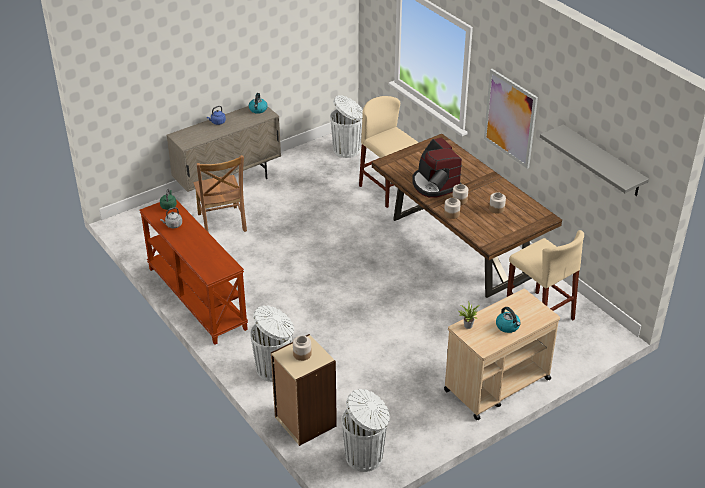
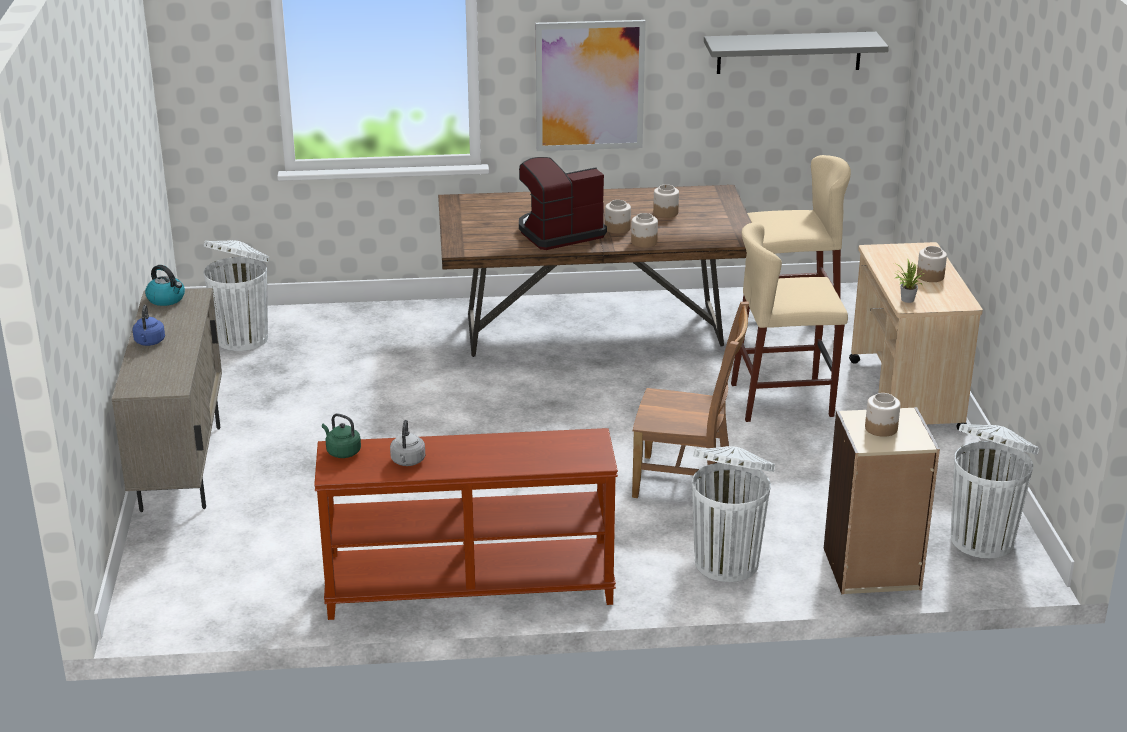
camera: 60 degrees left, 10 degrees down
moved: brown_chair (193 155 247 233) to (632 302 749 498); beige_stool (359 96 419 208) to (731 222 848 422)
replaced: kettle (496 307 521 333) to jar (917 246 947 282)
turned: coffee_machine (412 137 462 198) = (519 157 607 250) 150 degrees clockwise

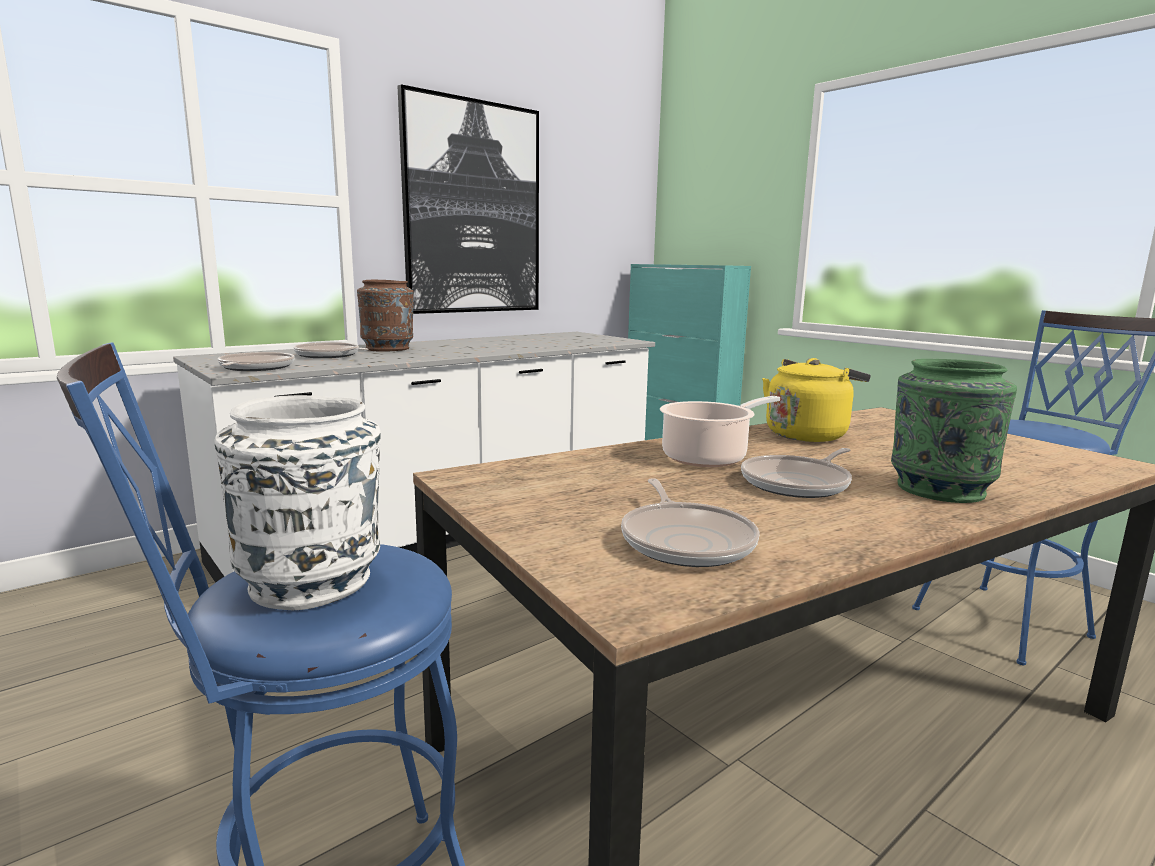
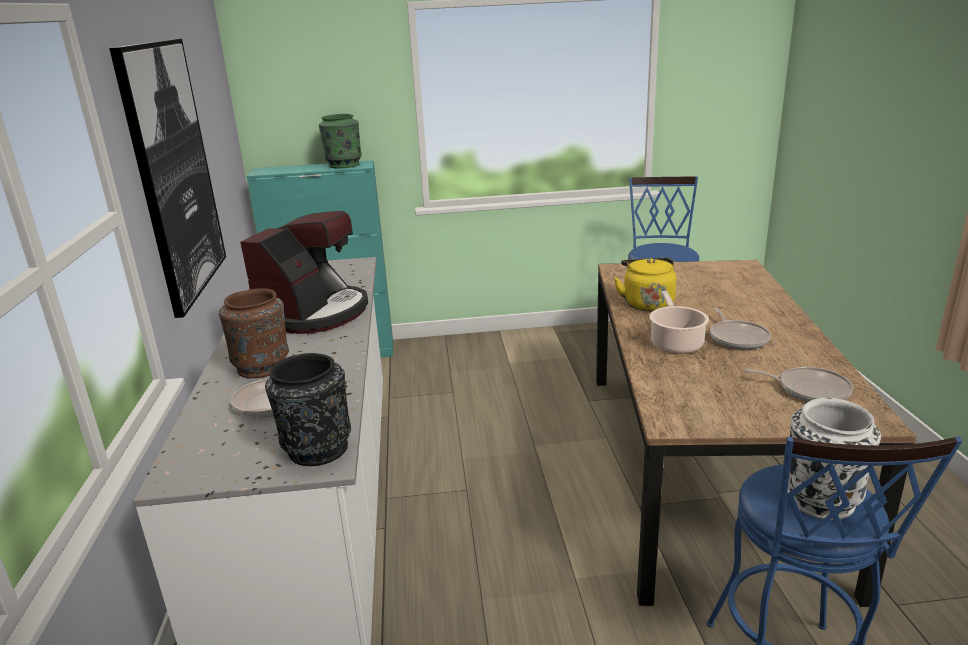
camera: 55 degrees left, 10 degrees up
added: coffee_machine (240 211 368 334)
moved: green_vase (891 359 1017 503) to (319 114 362 169)
replaced: frying_pan (217 352 295 371) to black_vase (265 353 351 466)

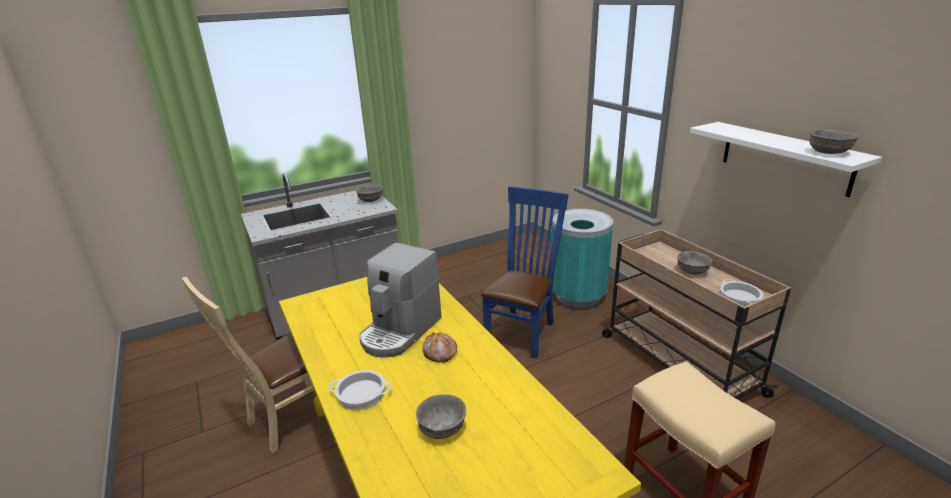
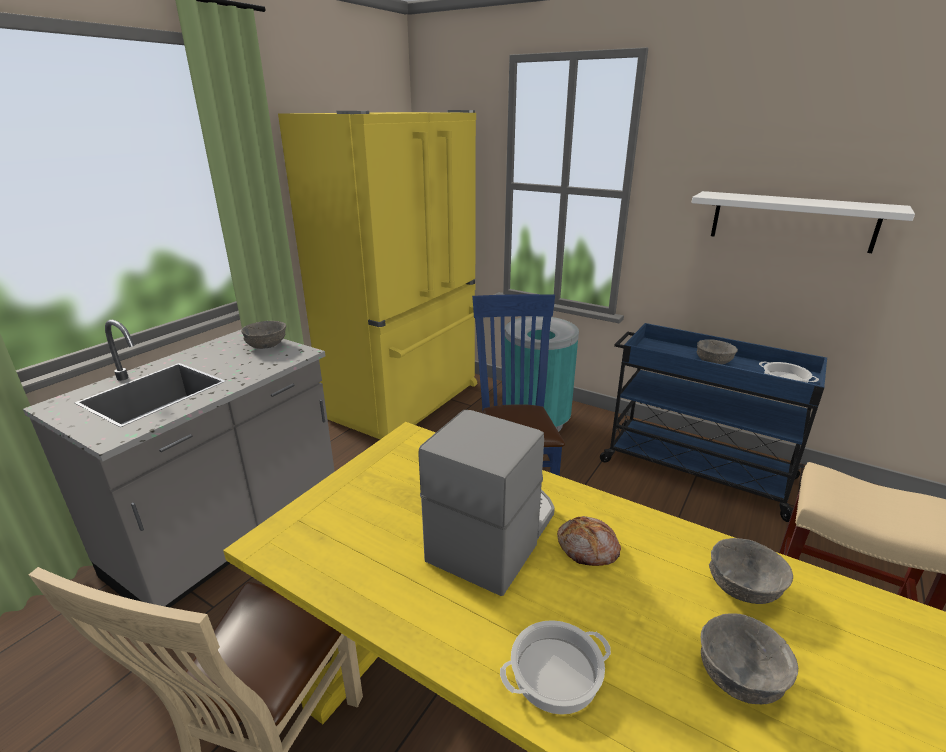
camera: 30 degrees left, 0 degrees up
added: yellow_fridge (278 110 477 439)
moved: grey_bowl (809 129 859 154) to (709 538 793 604)
recoloured: beige_cart (602 229 791 399) to blue_cart (600 323 827 522)
turned: coffee_machine (359 242 442 358) = (418 410 555 596) 150 degrees counterclockwise

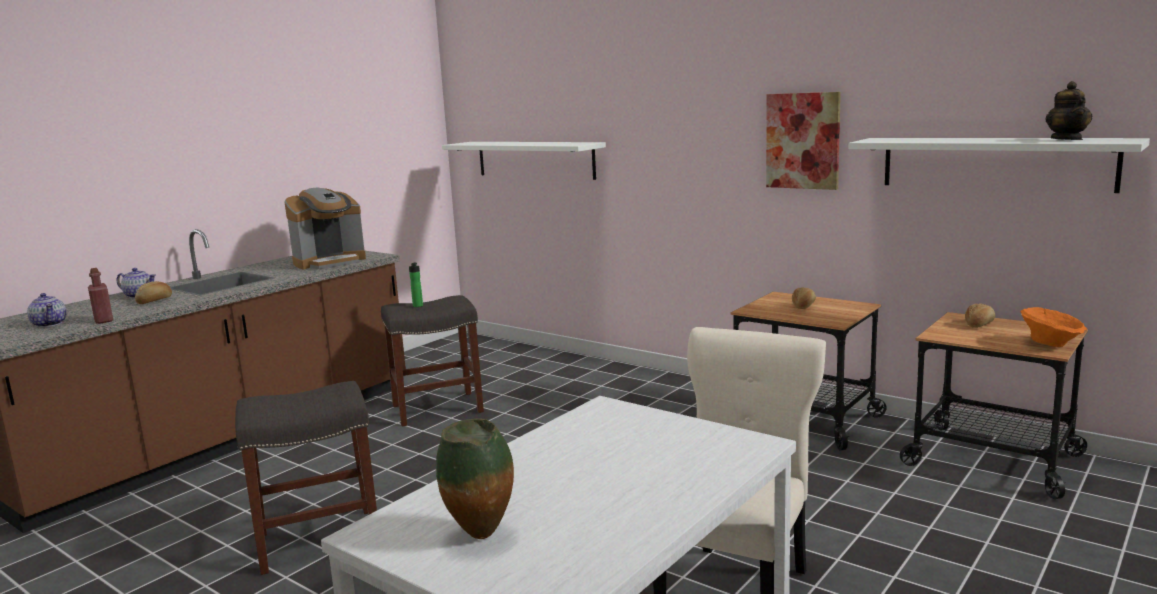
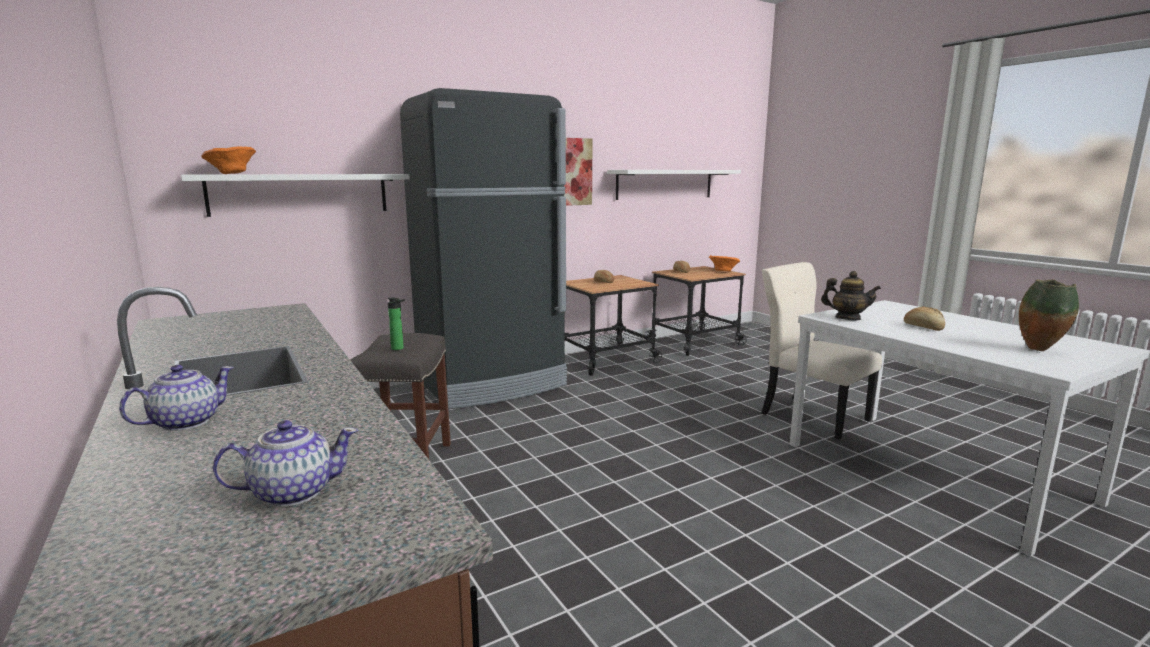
camera: 70 degrees left, 0 degrees up
removed: red_bottle (88 268 113 324); grey_stool (235 381 377 575); coffee_machine (284 188 366 270)
added: orange_bowl (201 147 256 174); black_fridge (400 88 567 409)
moved: teapot (1045 81 1092 140) to (821 271 881 320); bread (135 281 172 304) to (904 306 945 331)

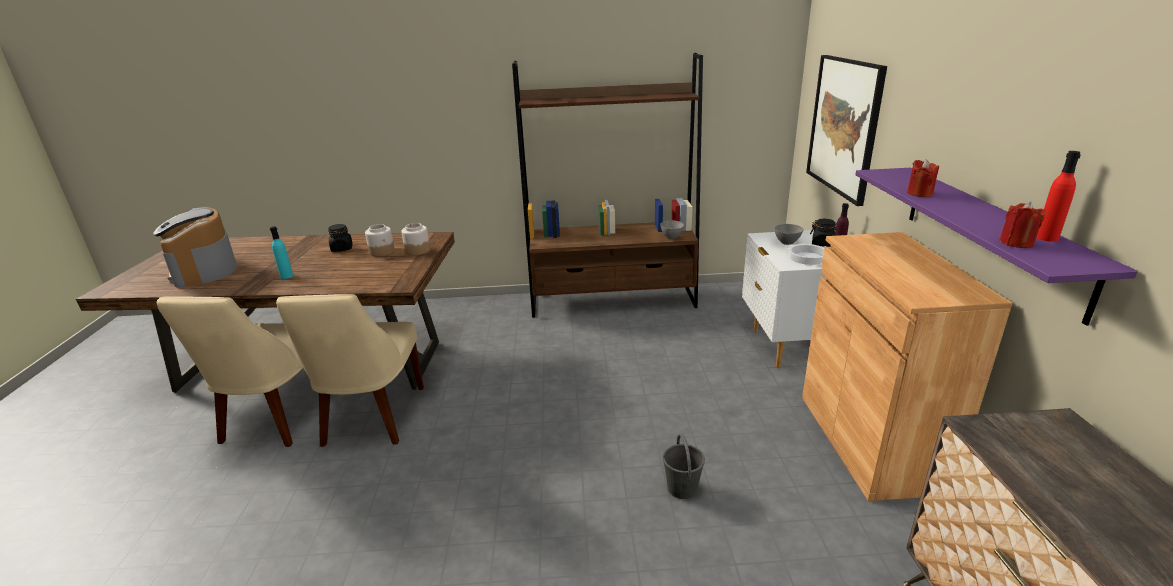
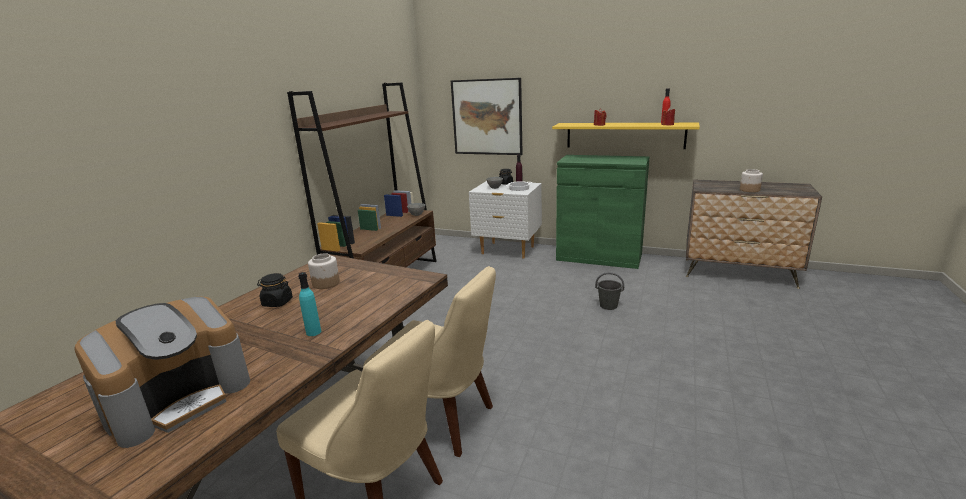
camera: 65 degrees left, 5 degrees down
moved: jar (401 223 430 256) to (740 169 763 192)
recoloured: purple_shelf (855 168 1138 325) to yellow_shelf (552 123 700 149); brown_cabinet (802 232 1012 501) to green_cabinet (556 155 649 269)
turned: coffee_machine (153 207 237 288) = (74 297 250 448) 45 degrees counterclockwise

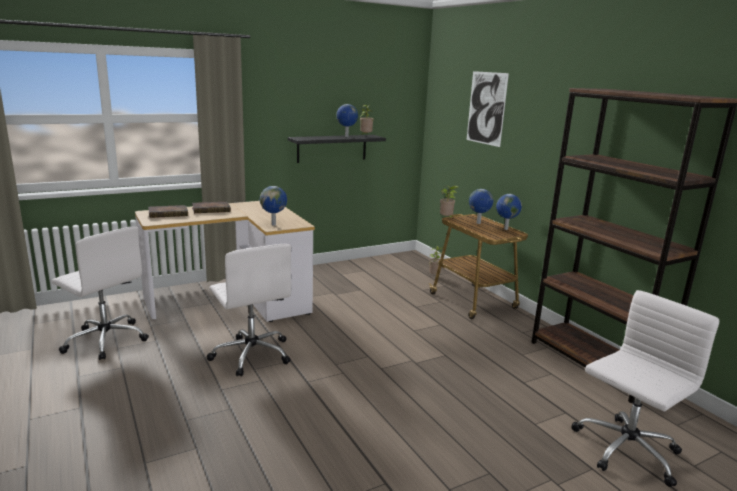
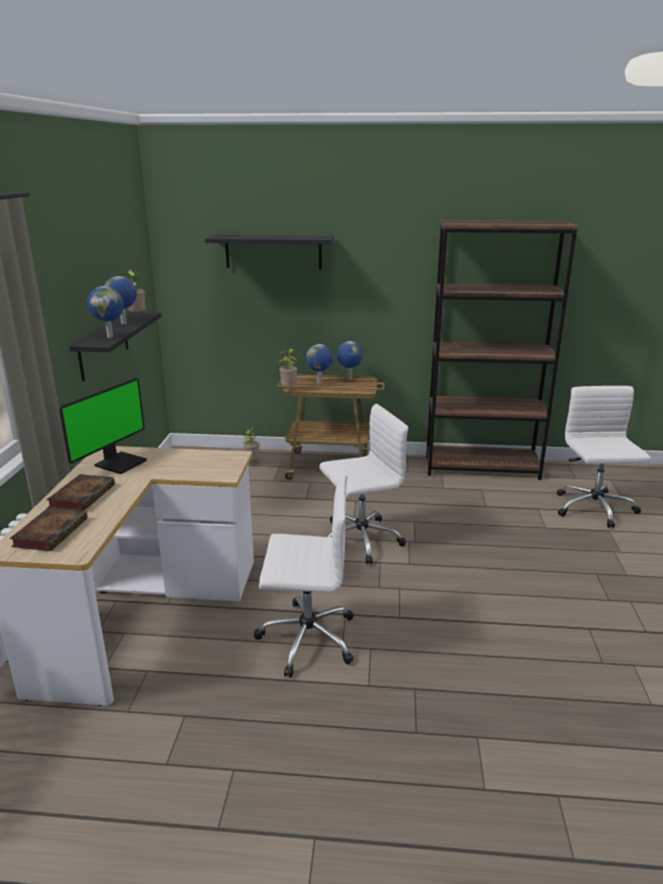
camera: 55 degrees left, 5 degrees up
added: monitor (59 378 147 474)
moved: globe (260 186 287 226) to (87 286 124 338); white_office_chair (52 226 149 360) to (319 404 408 564)
replaced: picture (467 71 509 147) to black_shelf (205 235 334 269)

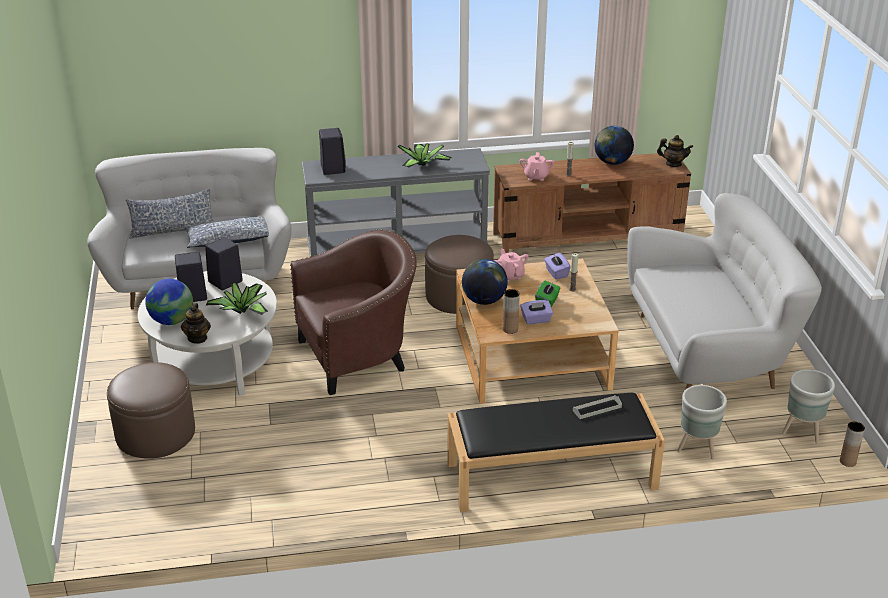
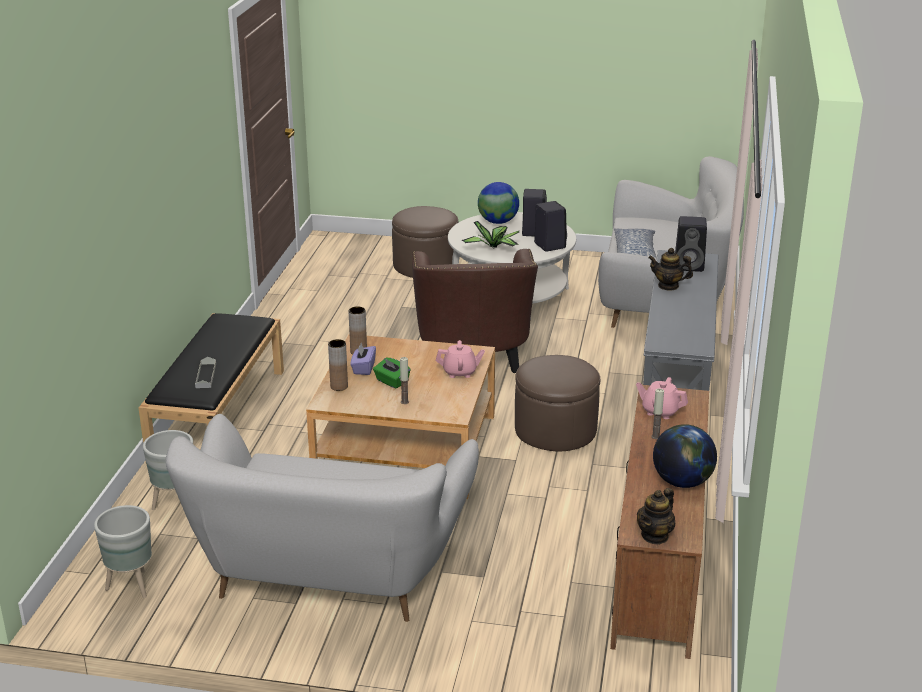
camera: 110 degrees right, 5 degrees down
removed: pillow (126 189 214 239); potted_plant (397 143 452 168); globe (462 259 508 305); purple_tissue_box (544 253 571 279)
moved: brown_vase (840 422 865 467) to (328 339 348 391); teapot (181 303 211 344) to (648 248 693 291)

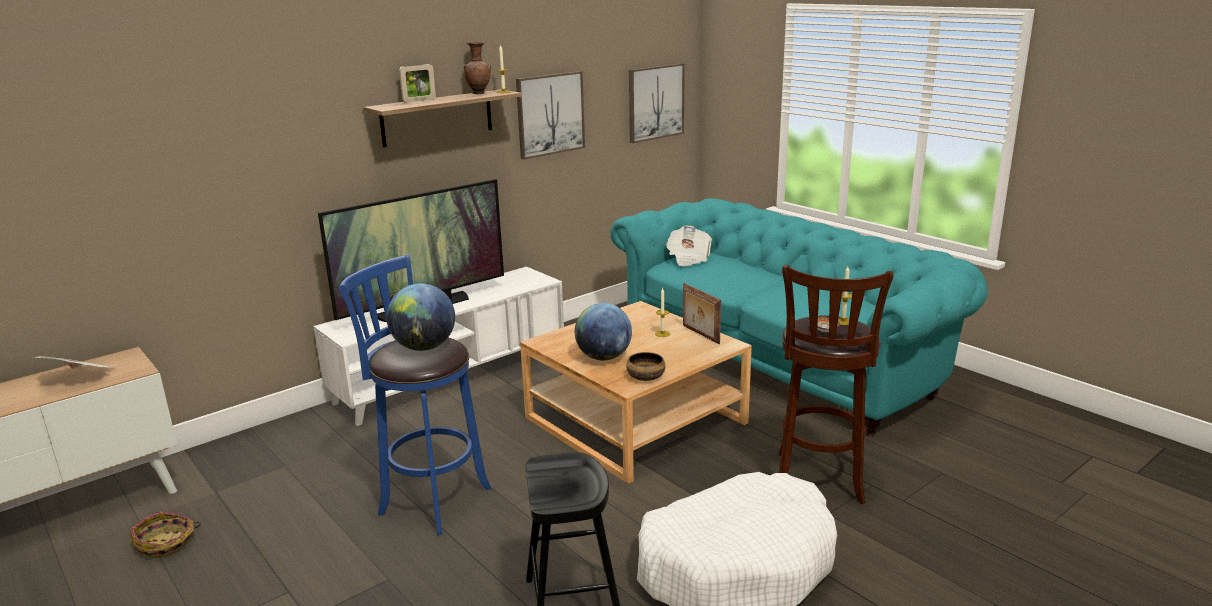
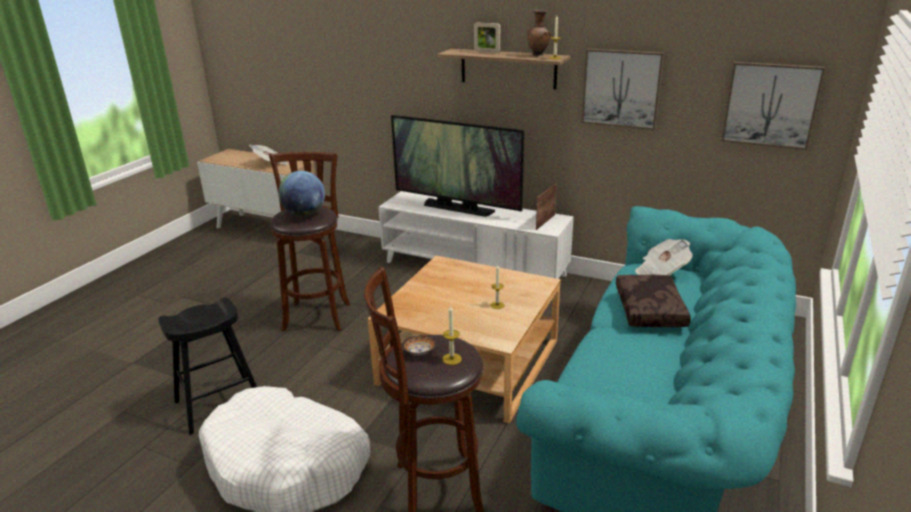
camera: 65 degrees right, 5 degrees up
removed: basket (130 512 201 558); globe (575 303 632 361); bowl (626 352 665 381)
added: brown_pillow (616 275 691 327)
moved: picture_frame (683 283 721 344) to (536 184 556 230)
recoloured: blue_stool (339 254 491 535) to brown_stool (269 152 350 331)

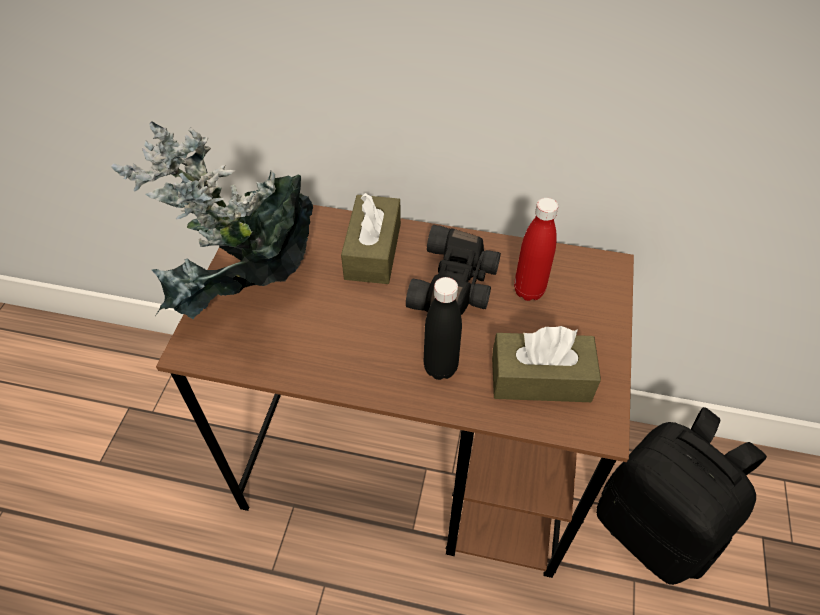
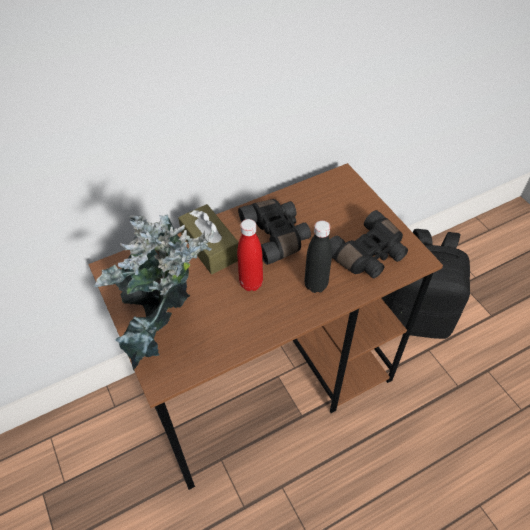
camera: 40 degrees left, 0 degrees up
moved: red_bottle (514 198 558 301) to (237 219 263 291)
replaced: brown_tissue_box (492 326 601 402) to black_binoculars (330 210 408 279)

